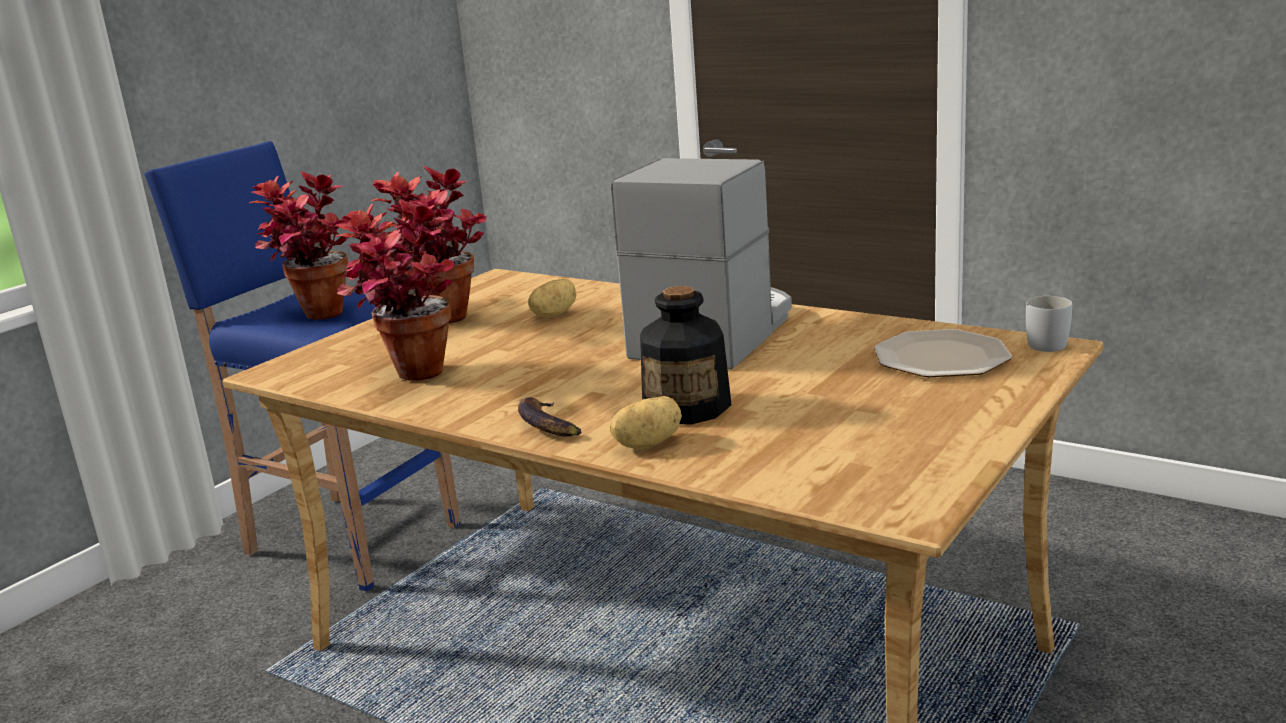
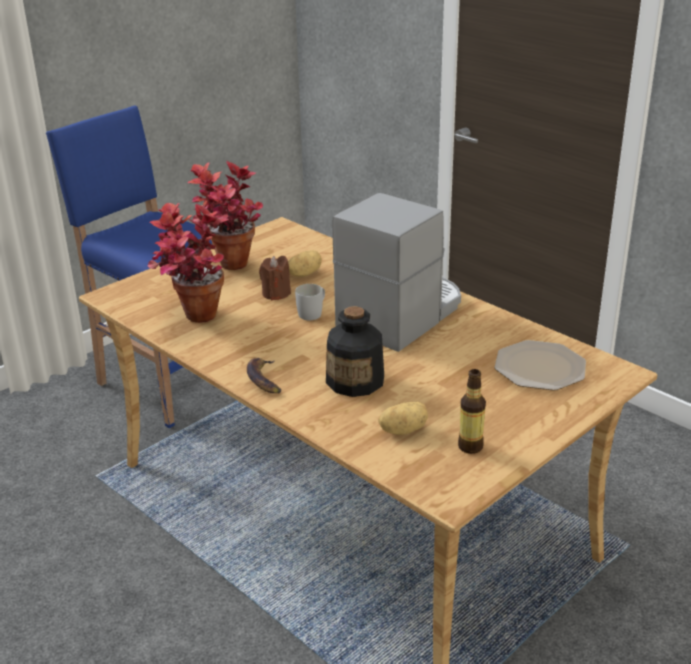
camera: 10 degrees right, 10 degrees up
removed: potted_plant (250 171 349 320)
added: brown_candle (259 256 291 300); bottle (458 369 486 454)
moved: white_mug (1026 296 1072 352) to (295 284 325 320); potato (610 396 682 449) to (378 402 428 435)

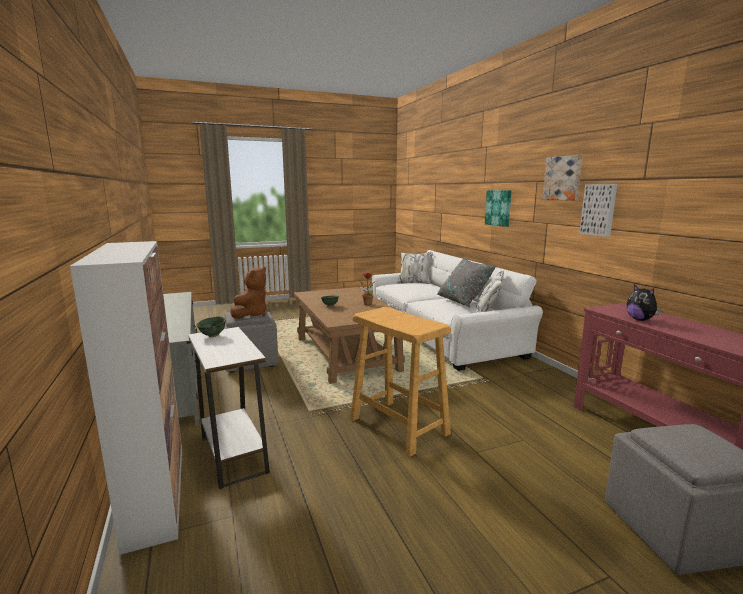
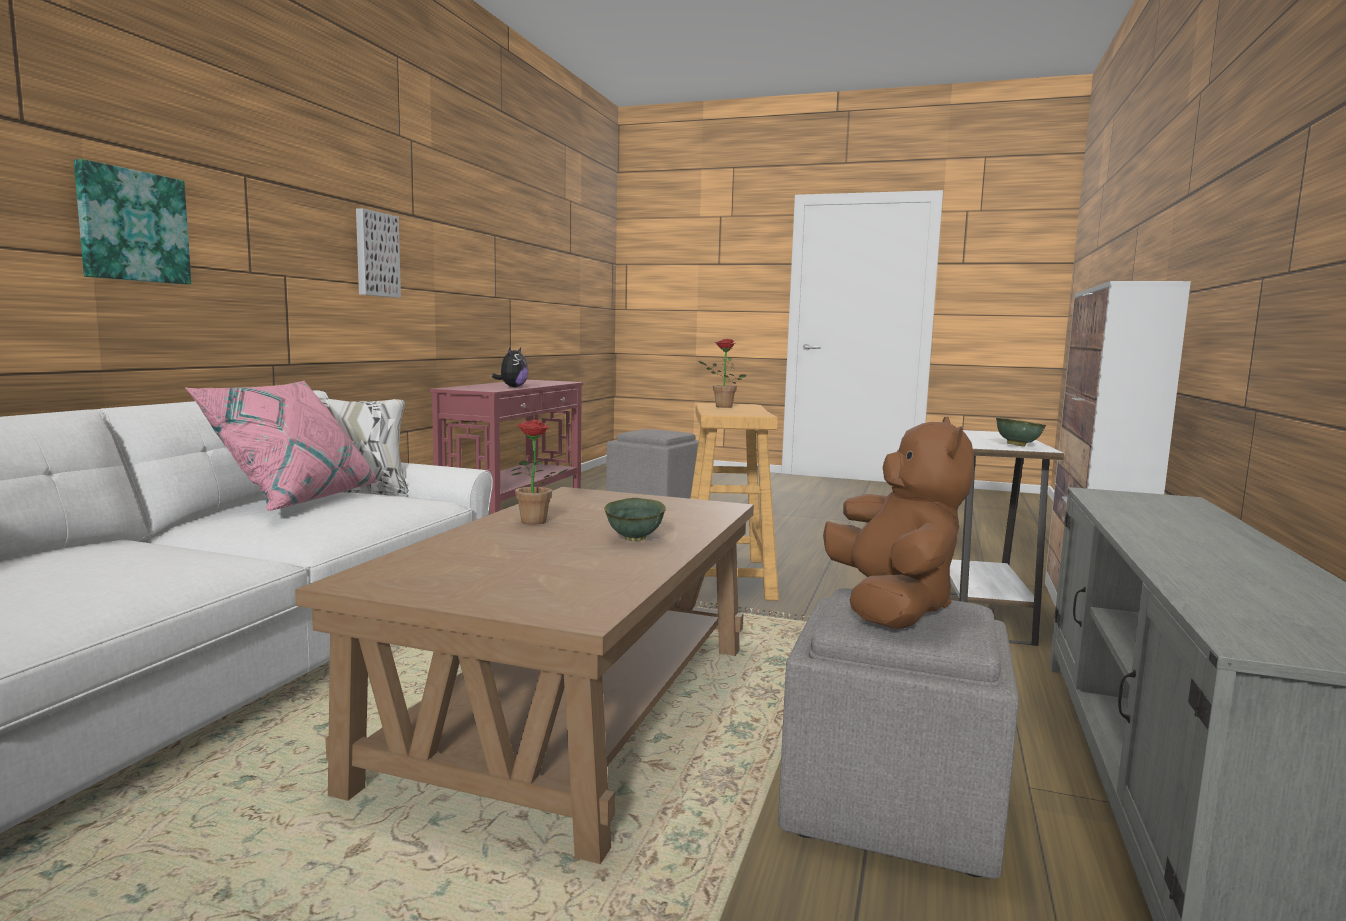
camera: 140 degrees left, 5 degrees down
removed: picture (542 155 583 200)
added: potted_plant (699 339 746 408)
recoloured: grey_pillow (437 258 496 307) to pink_pillow (185 381 377 511)
turned: brown_plush_toy (230 267 266 319) = (823 417 974 629) 120 degrees clockwise

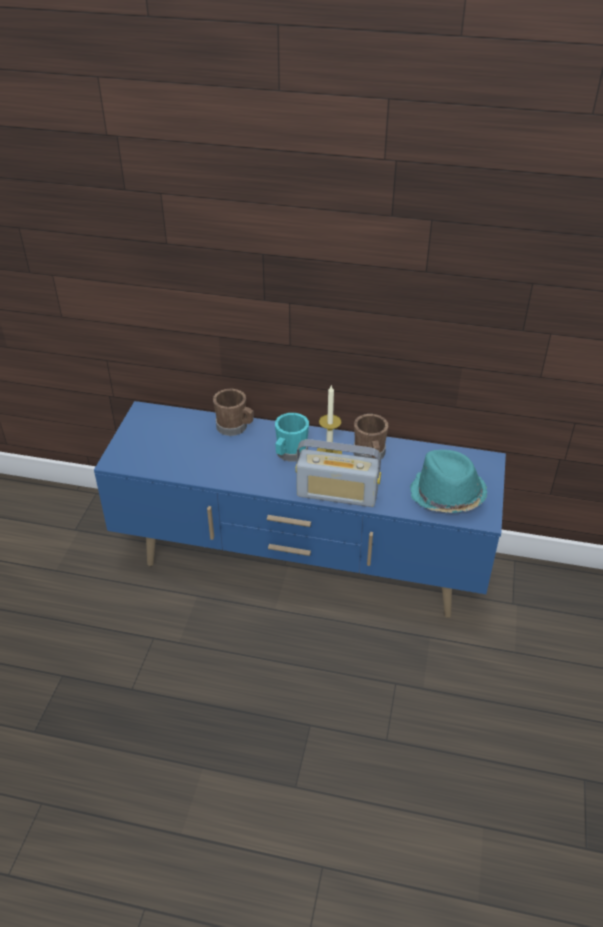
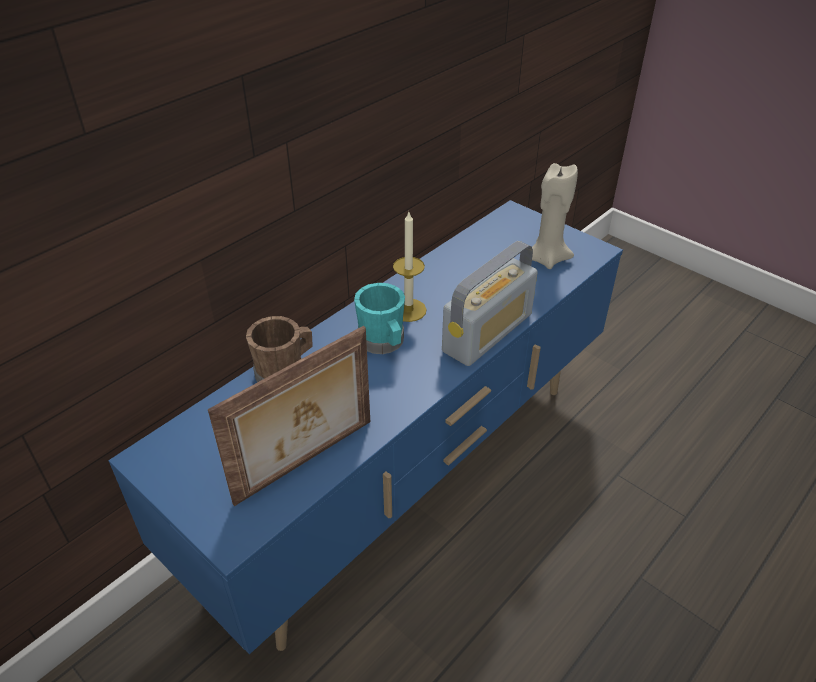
camera: 60 degrees left, 0 degrees up
removed: brown_mug (354 414 388 459)
added: picture_frame (208 326 370 506)
replaced: turquoise_hat (410 450 487 513) to beige_candle (532 163 578 269)

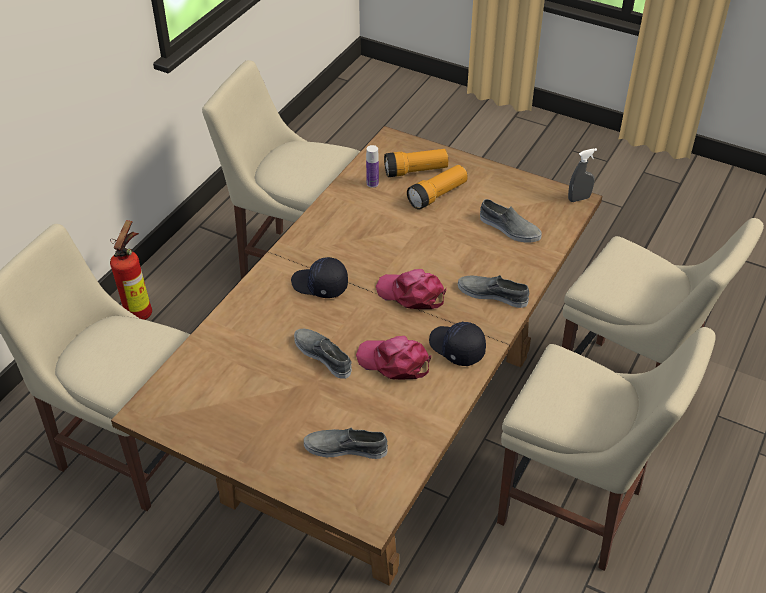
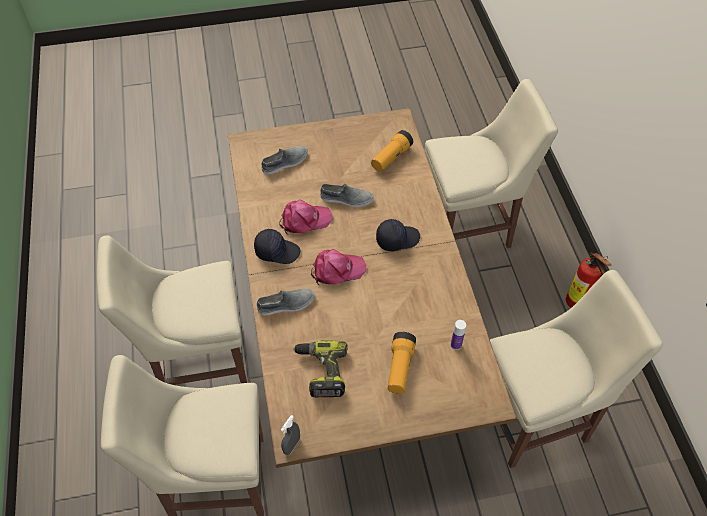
camera: 140 degrees right, 10 degrees up
moved: flashlight (384 149 448 177) to (371 130 413 172)
replaced: grey_shoe (480 199 542 243) to power_drill (293 340 348 397)

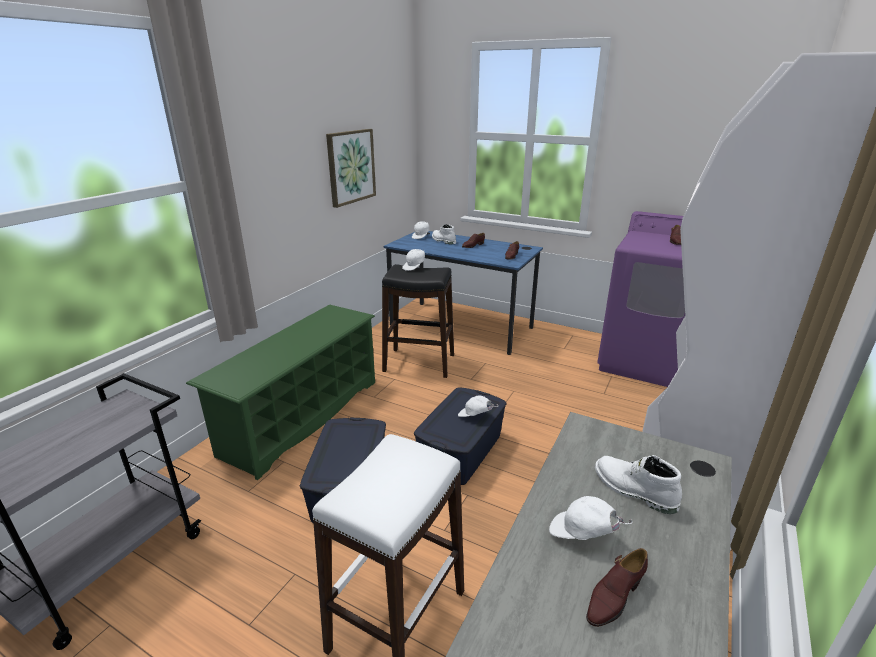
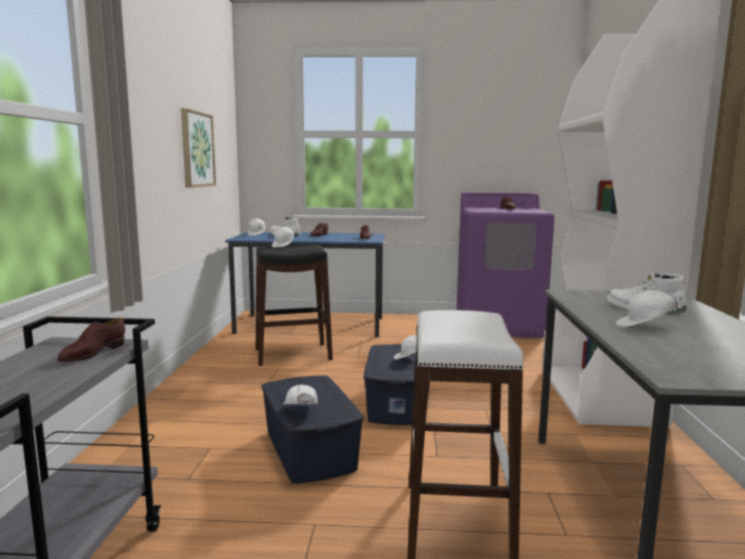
camera: 25 degrees left, 15 degrees down
removed: green_shoe_rack (186 304 375 480)
added: white_cap (283 384 318 404)
moved: brown_shoe (586 548 648 627) to (57 318 125 362)

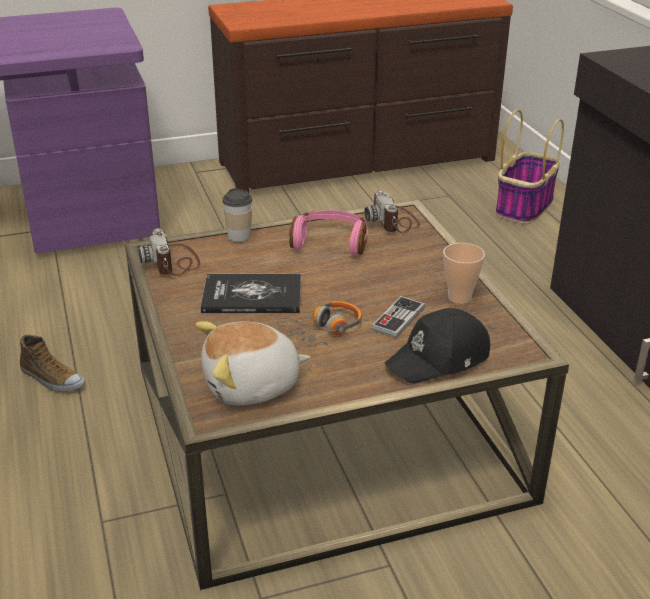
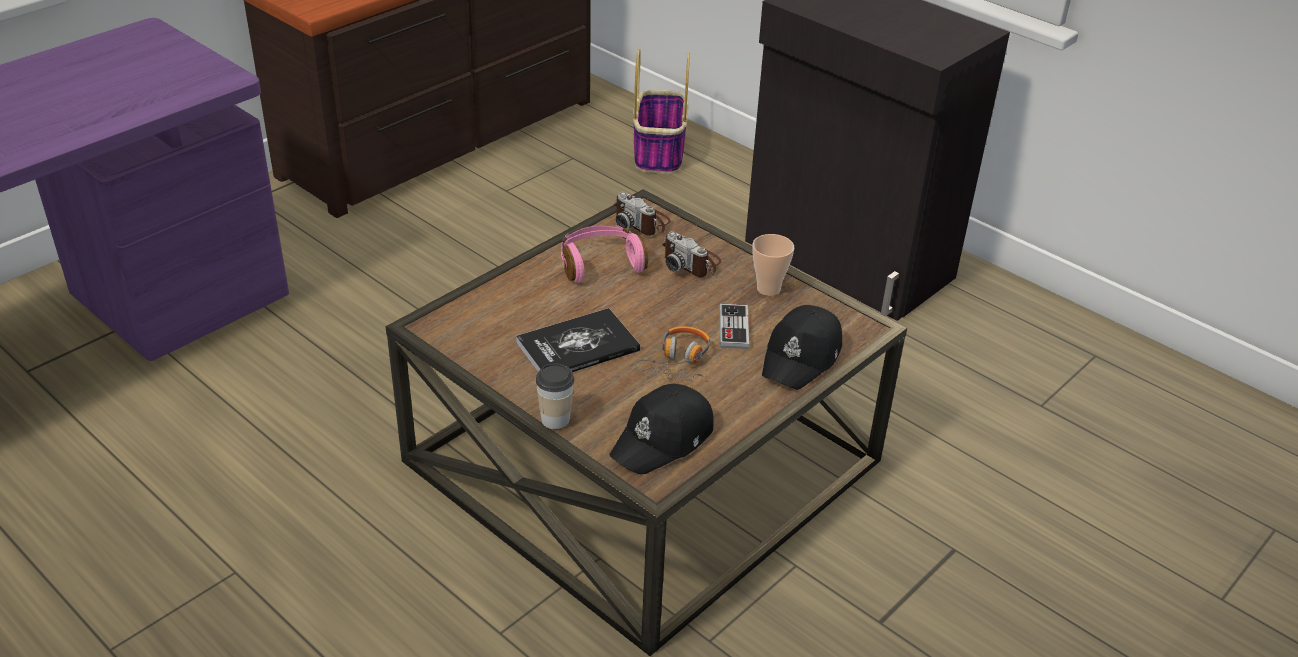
camera: 30 degrees left, 5 degrees up
removed: shoe (20 335 85 392)
moved: cup (222 188 252 242) to (536 364 574 429); photo_camera (138 228 200 276) to (662 231 722 277)
replaced: plush_toy (196 321 311 406) to black_cap (609 384 714 475)

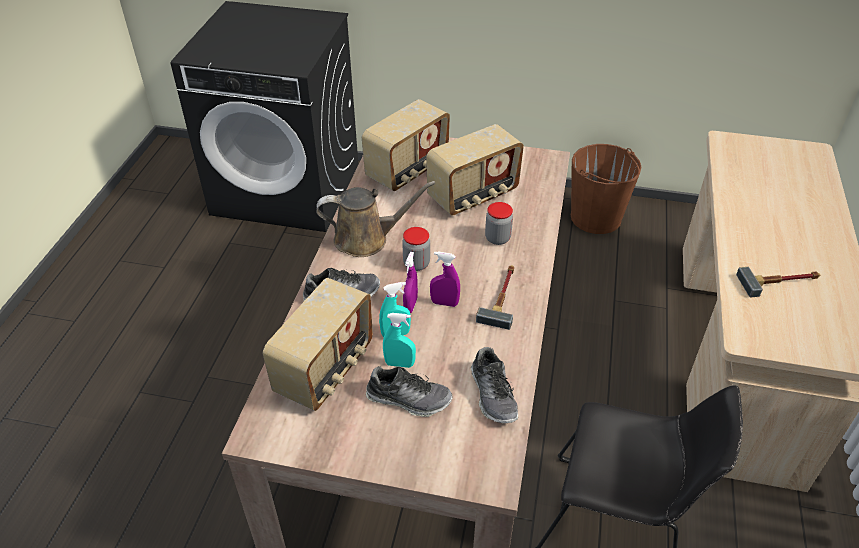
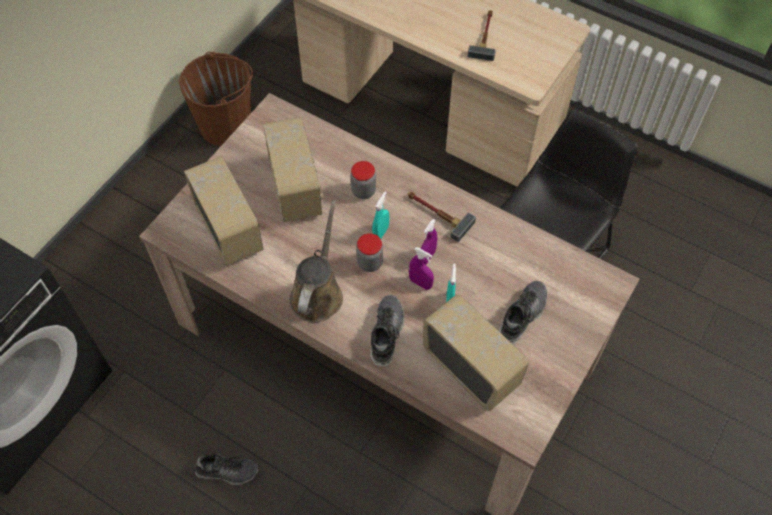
camera: 70 degrees left, 15 degrees up
moved: shoe (471 347 518 423) to (195 454 259 485); turquoise_spray_bottle (383 313 416 368) to (372 192 389 239)

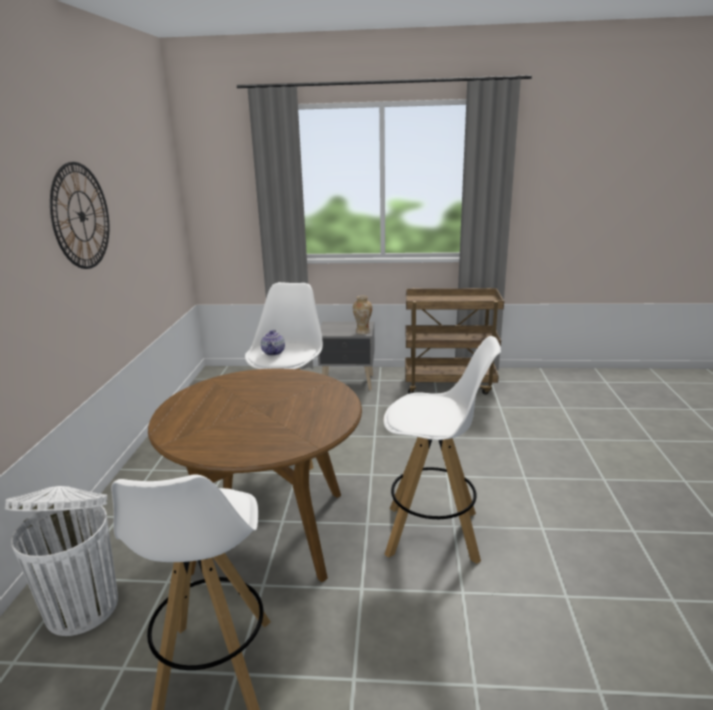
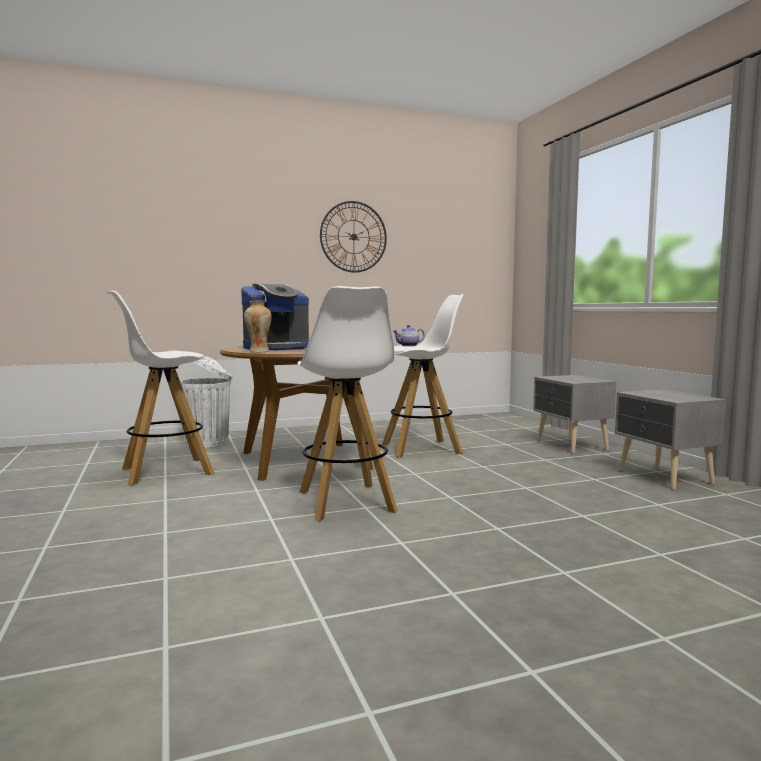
camera: 65 degrees right, 15 degrees down
added: coffee_machine (241 284 309 350)
moved: vase (353 296 372 334) to (244 301 272 353)
replaced: brown_cart (405 288 504 395) to grey_nightstand (615 389 726 490)

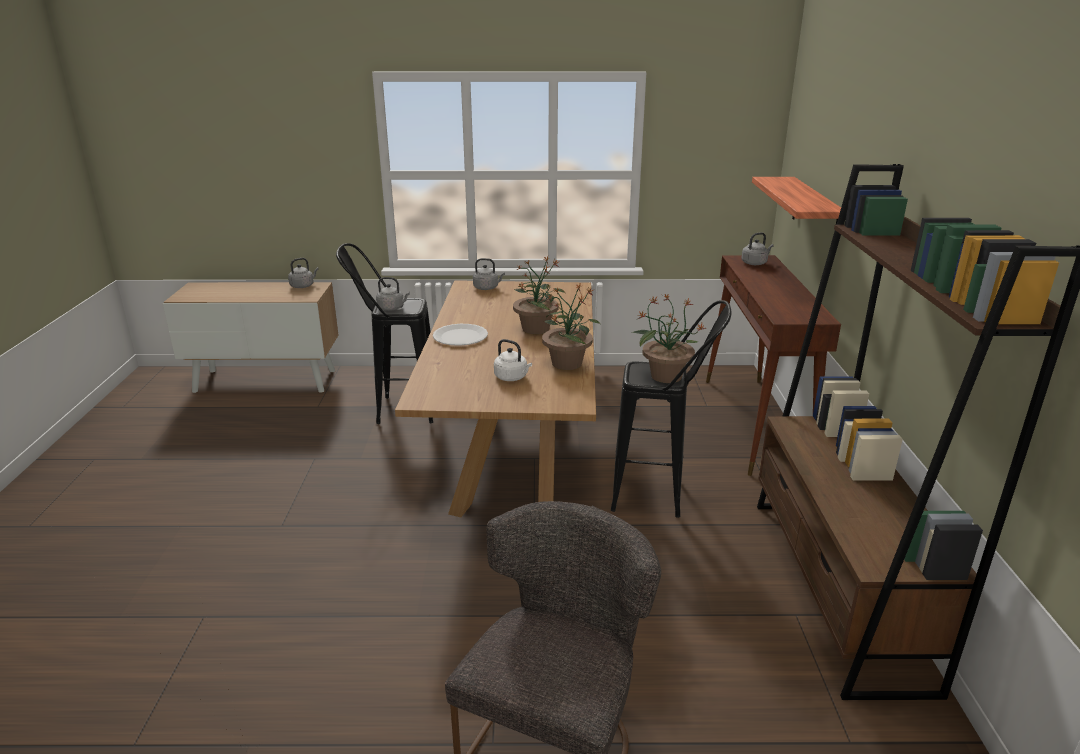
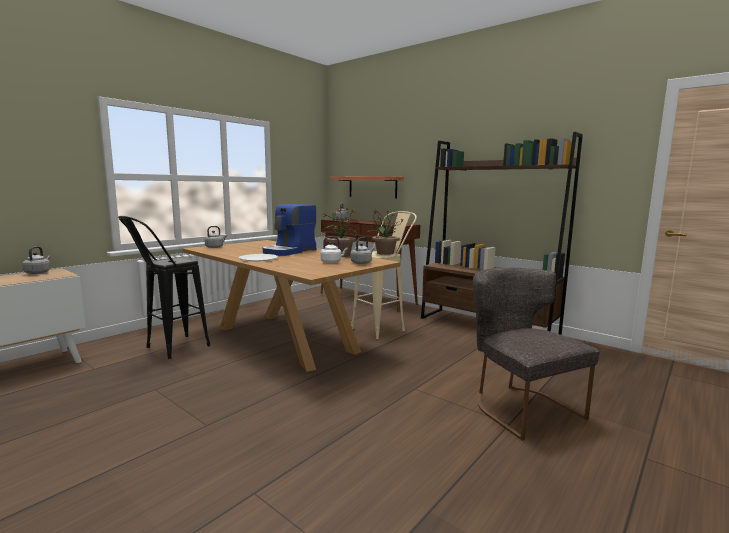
camera: 50 degrees left, 15 degrees down
moved: grey_kettle (376 277 410 311) to (351 237 374 264)
replaced: potted_plant (513 256 566 334) to coffee_machine (263 204 316 256)
recoloured: black_stool (611 300 732 518) to beige_stool (351 211 417 339)

